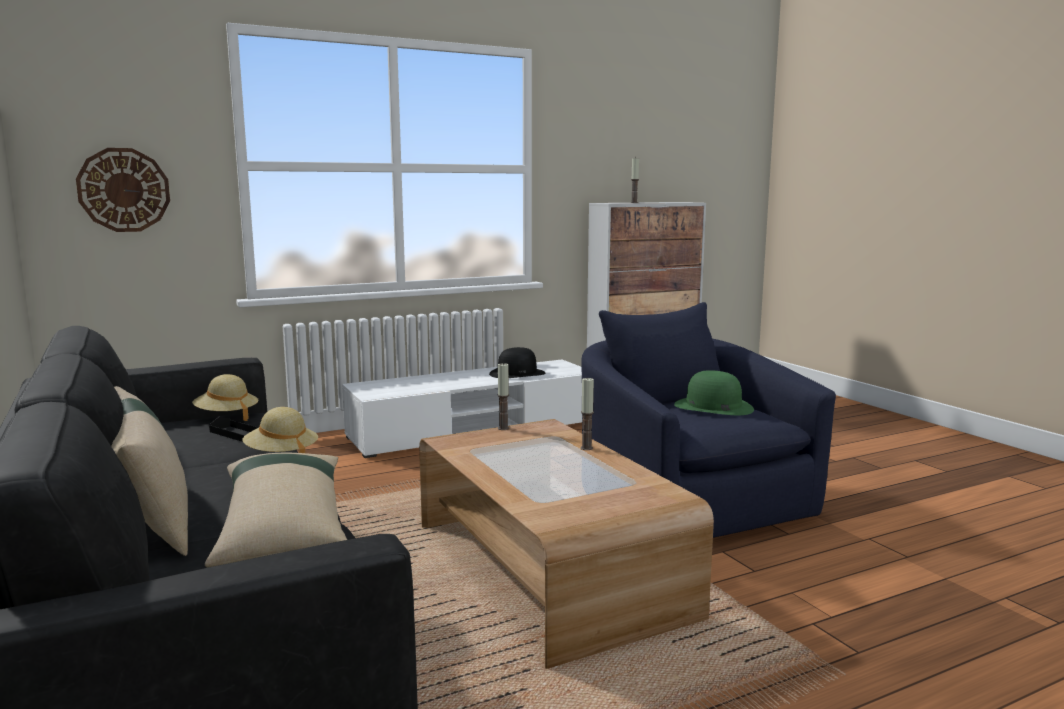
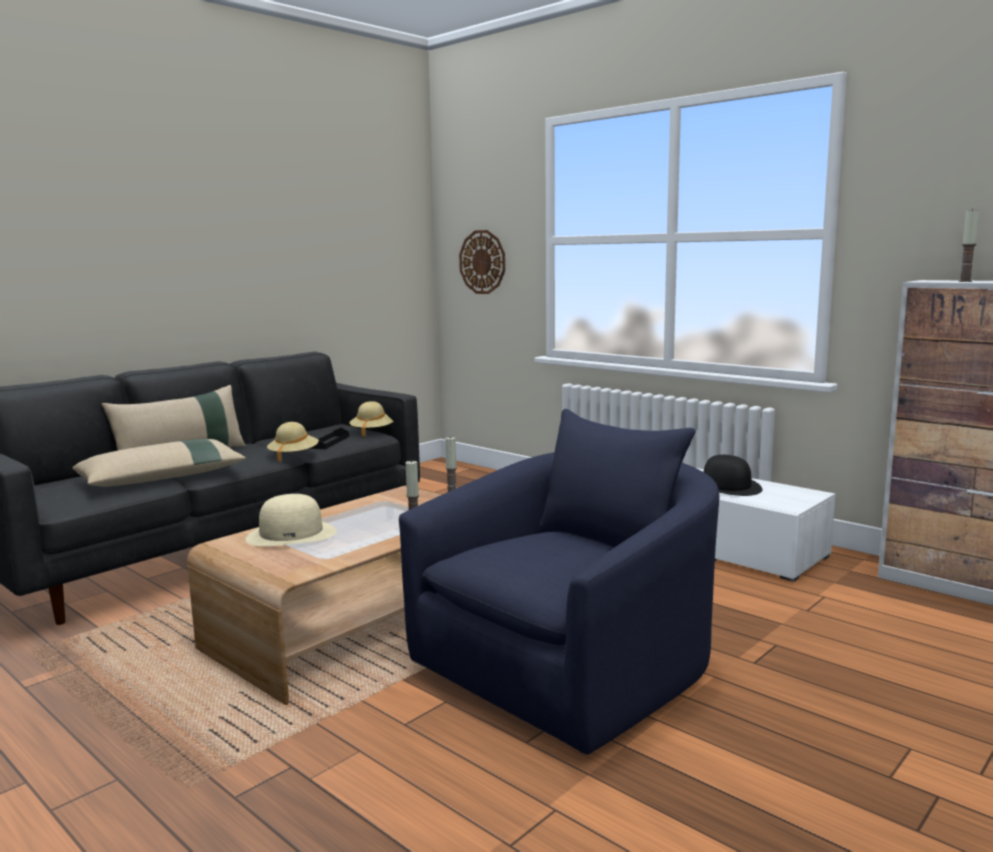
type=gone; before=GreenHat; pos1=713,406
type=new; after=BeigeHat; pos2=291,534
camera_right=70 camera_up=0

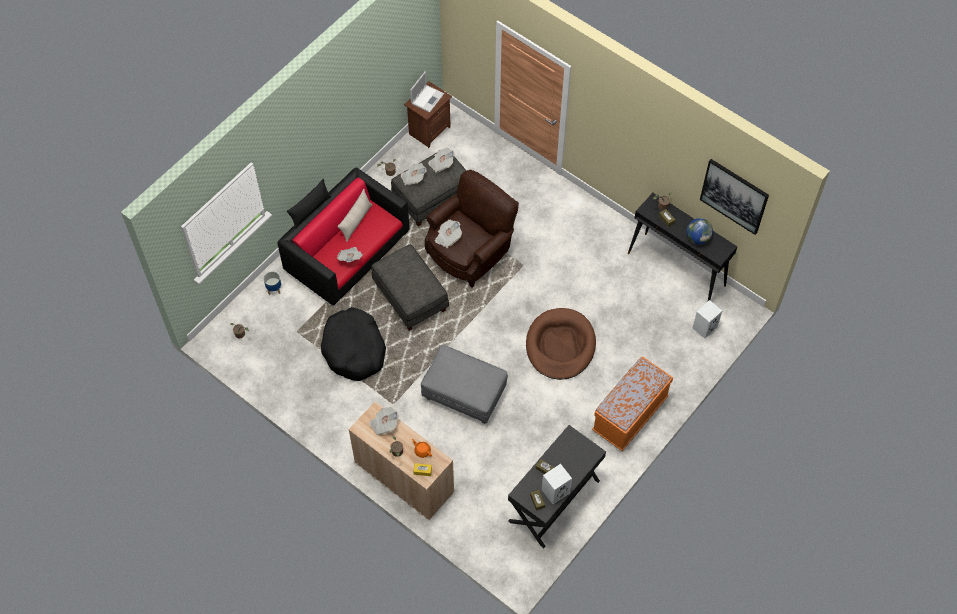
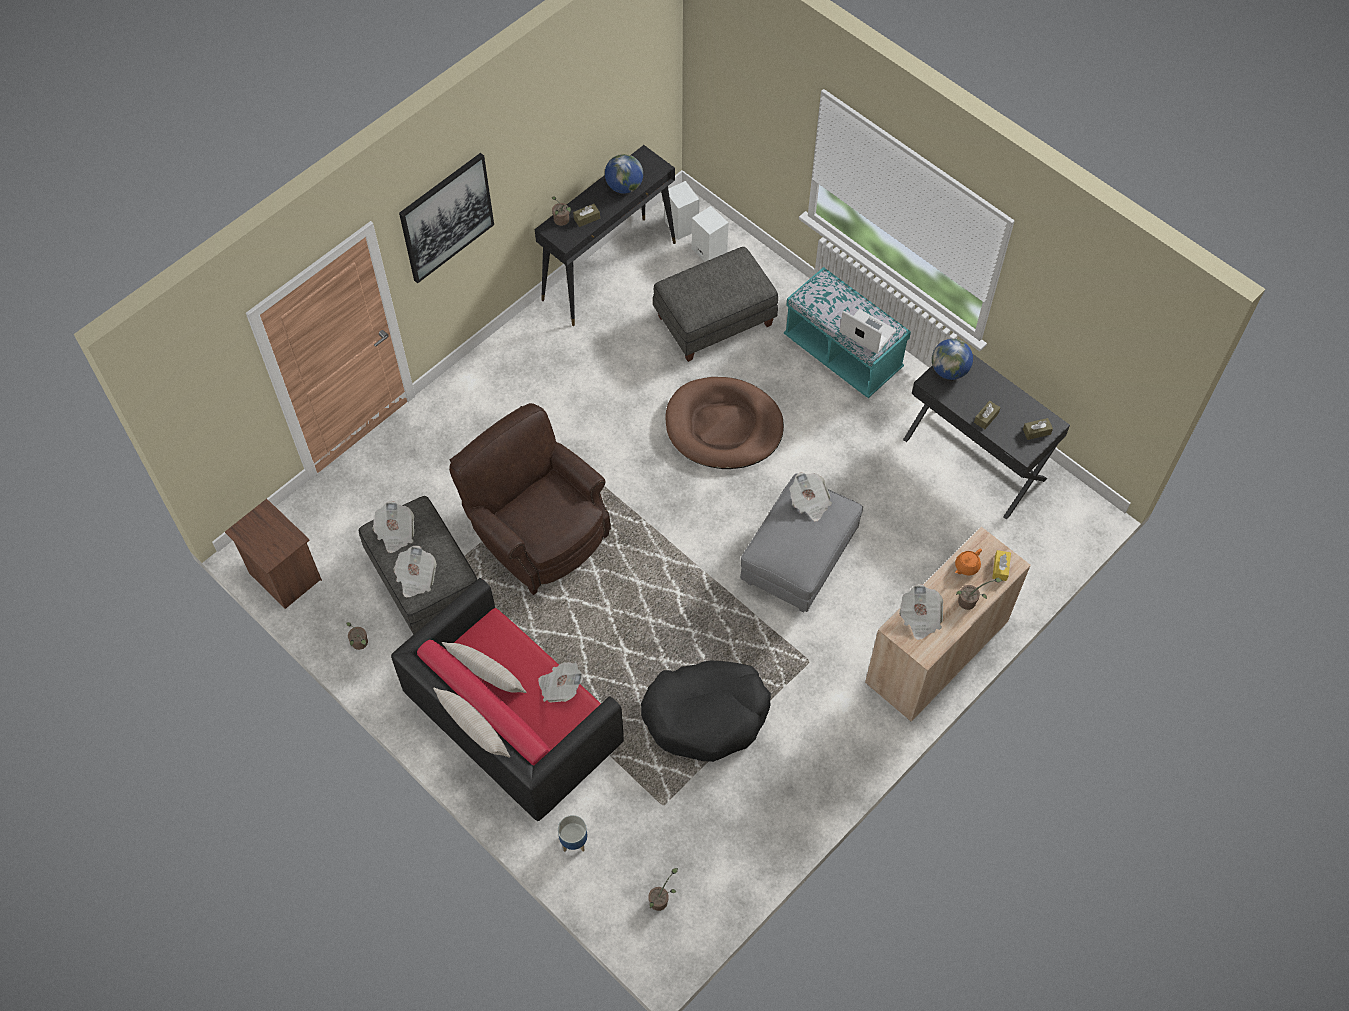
type=repainted; before=BlackPillow; after=BeigePillow; pos1=310,210; pos2=474,730
type=shifted; before=GreyOttoman; pos1=409,297; pos2=714,321
type=shifted; before=Laptop; pos1=427,98; pos2=866,332
type=shifted; before=Newspaper; pos1=448,237; pos2=809,502
type=shifted; before=WhiteSpeaker; pos1=555,490; pos2=680,225
type=repainted; before=OrangeBench; after=TurquoiseBench; pos1=630,415; pos2=842,354
type=shifted; before=Picture; pos1=734,196; pos2=446,217
type=new; after=Globe; pos2=949,370
camera_right=-85 camera_up=0

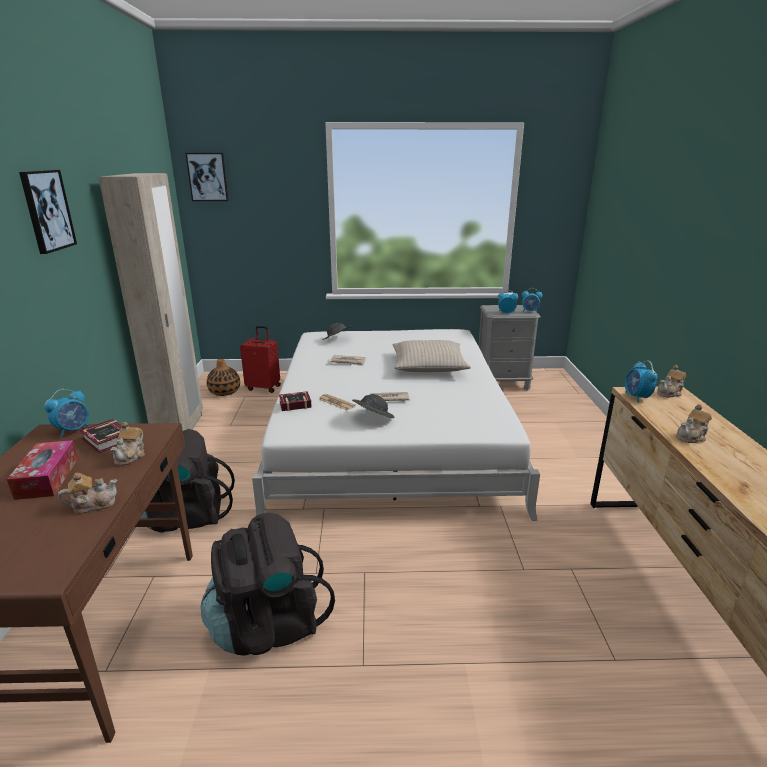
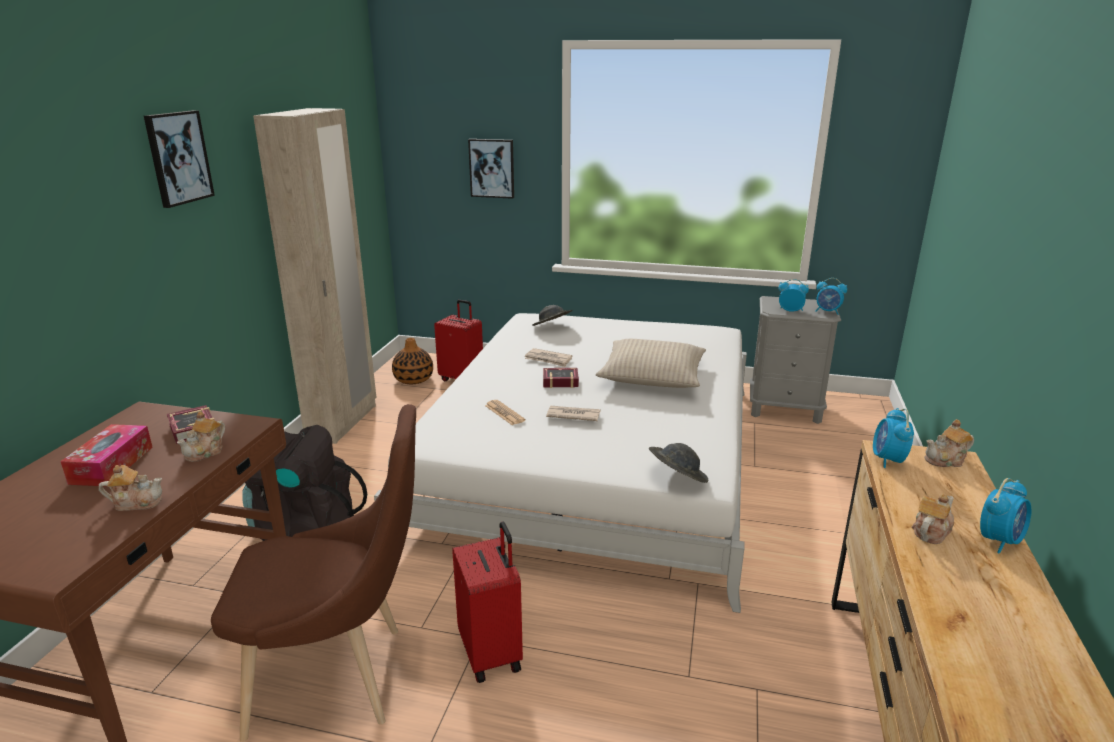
type=shifted; before=AlarmClock; pos1=73,430; pos2=999,540
type=shifted; before=Picture; pos1=207,177; pos2=492,168
type=swapped; before=BlackBackpack; after=BrownChair; pos1=268,624; pos2=339,678
type=shifted; before=Book; pos1=293,404; pos2=558,381
type=shifted; before=GreyHat; pos1=373,418; pos2=676,477
type=rotated; before=Teapot; pos1=692,437; pos2=930,532; turn=150
type=new; after=RedSuitcase; pos2=492,653
camera_right=15 camera_up=0

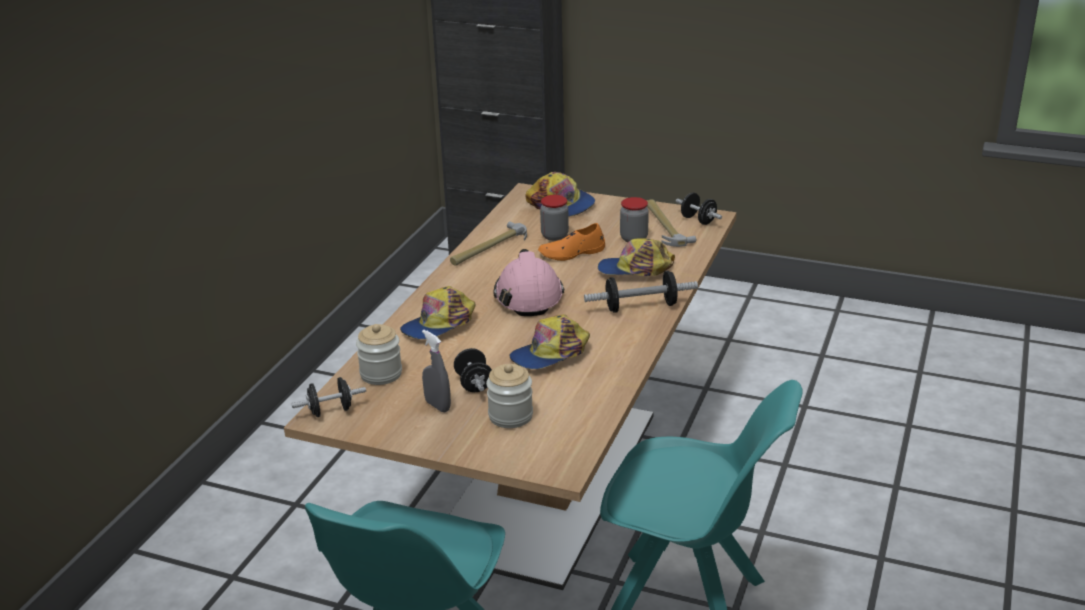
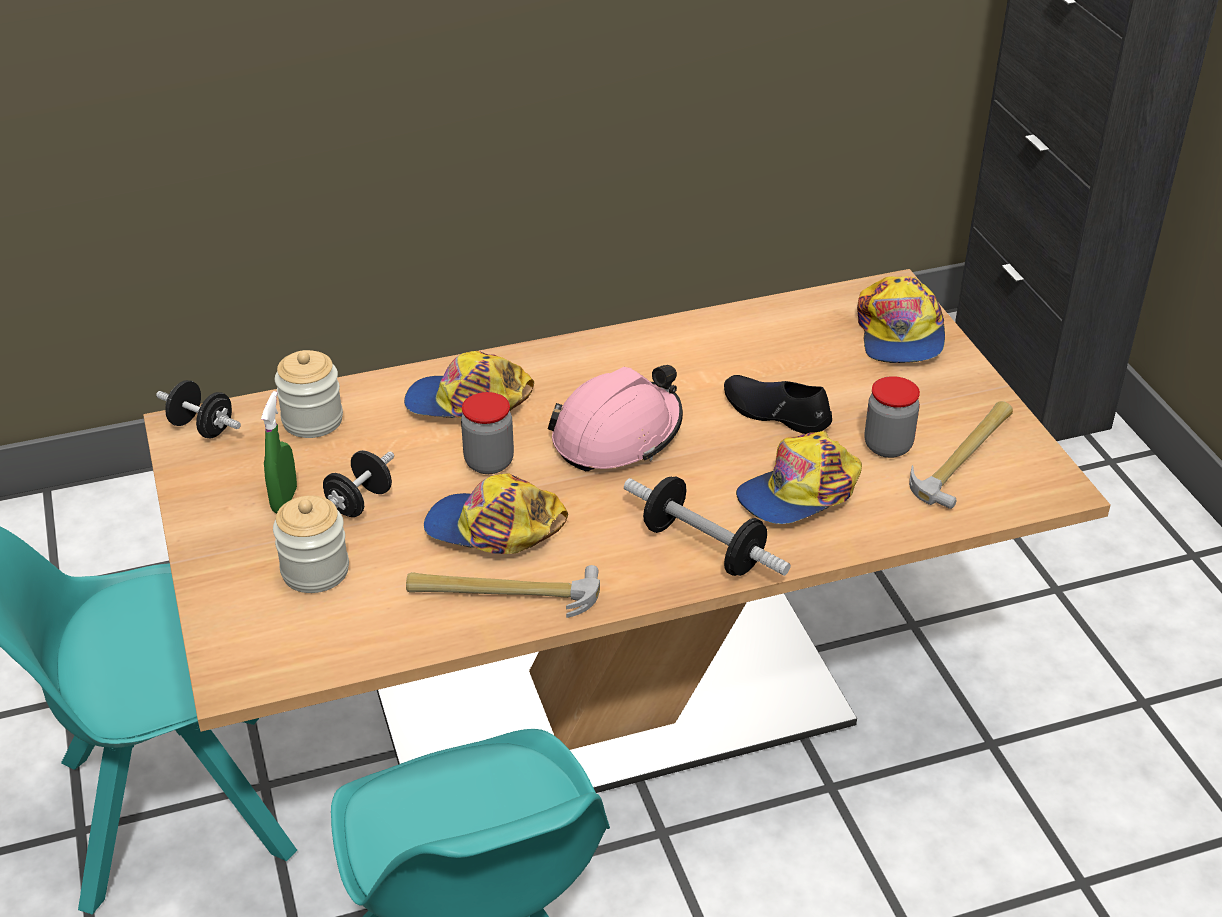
type=repainted; before=GreySprayBottle; after=GreenSprayBottle; pos1=437,406; pos2=284,500
type=shifted; before=Hammer; pos1=489,248; pos2=503,593
type=repainted; before=OrangeShoe; after=BlackShoe; pos1=572,253; pos2=775,412
type=shifted; before=Jar; pos1=554,236; pos2=489,462
type=rotated; before=Cap; pos1=635,270; pos2=799,492; turn=-90
type=gone; before=BlackDumbbell; pos1=698,220
camera_right=50 camera_up=10

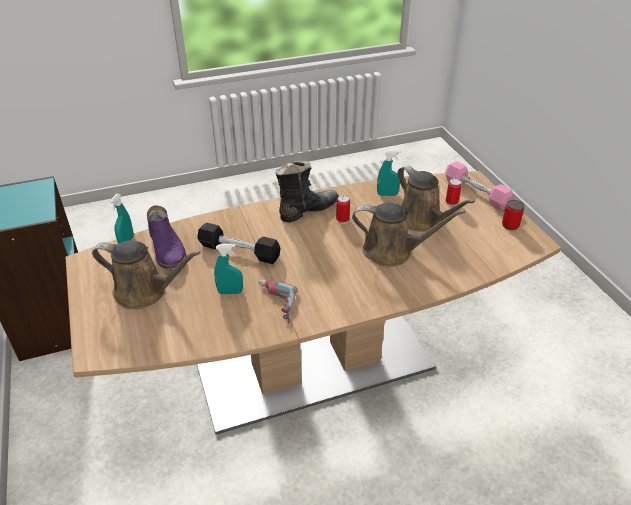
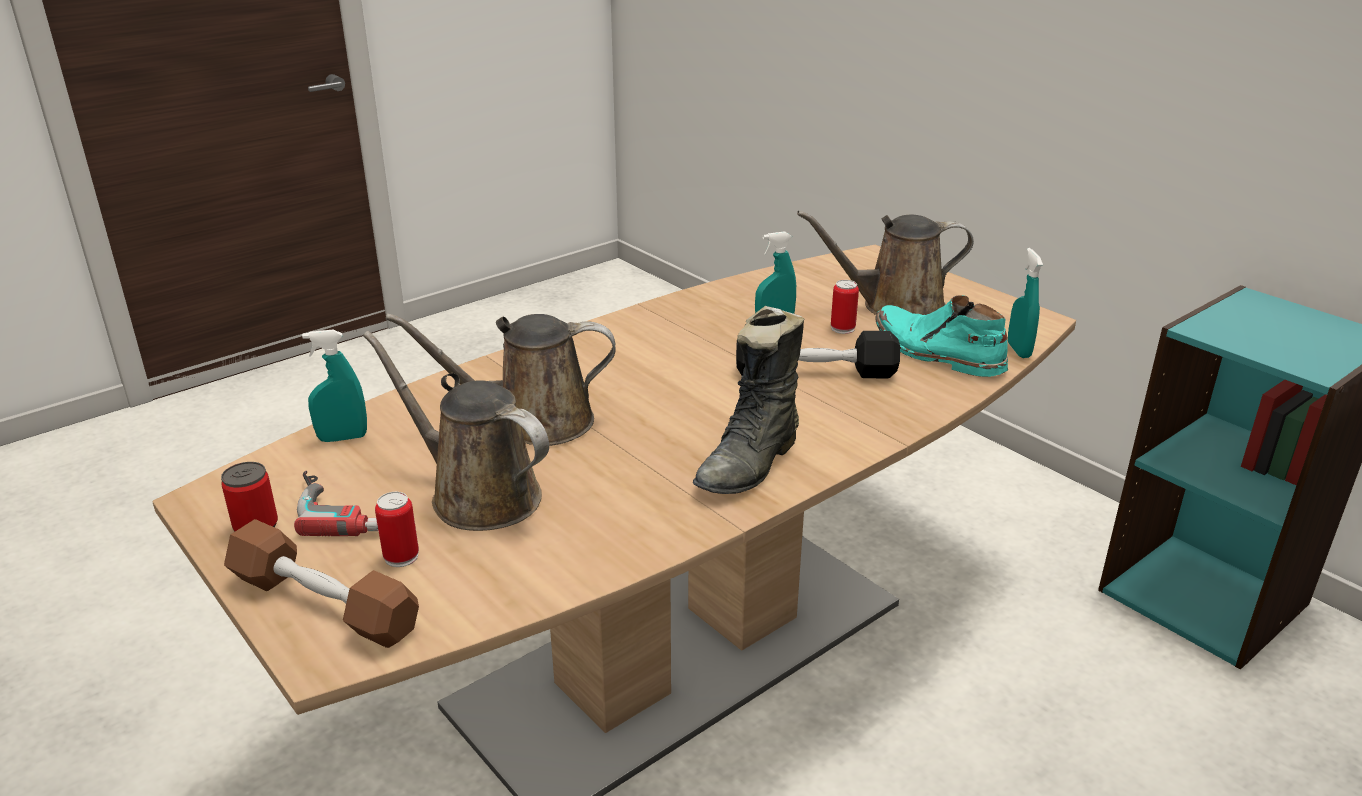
type=repainted; before=PurpleBoot; after=TurquoiseBoot; pos1=168,250; pos2=936,353
type=shifted; before=PowerDrill; pos1=274,304; pos2=344,508
type=shifted; before=Can; pos1=342,220; pos2=842,328
type=shifted; before=TurquoiseSprayBottle; pos1=387,194; pos2=343,438
type=repainted; before=PinkDumbbell; after=BrownDumbbell; pos1=476,193; pos2=324,604
camera_right=160 camera_up=-10

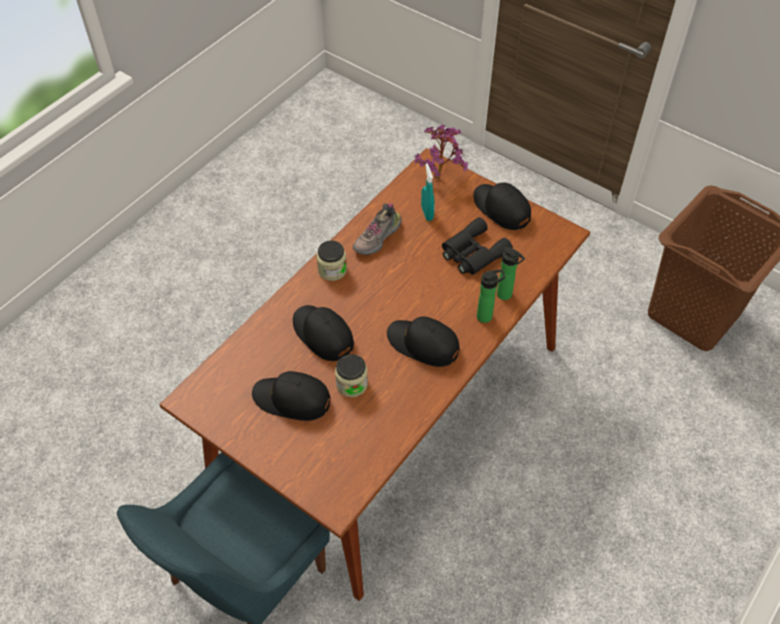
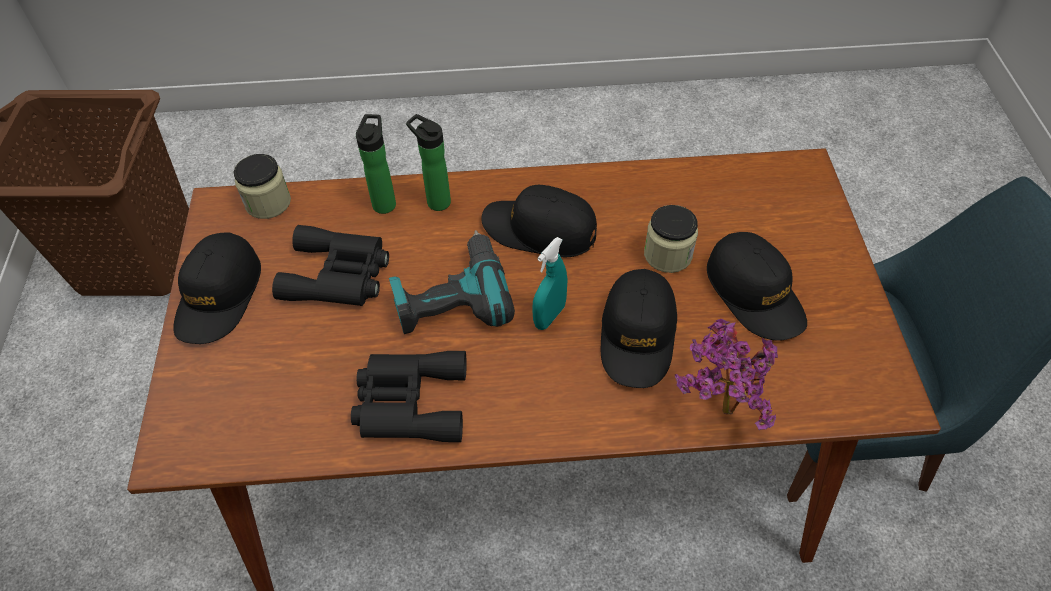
type=shifted; before=Jar; pos1=332,270; pos2=268,203
type=swapped; before=Shoe; after=BlackBinoculars; pos1=377,238; pos2=408,401
type=rotated; before=BlackCap; pos1=423,344; pos2=539,230; turn=120
type=shifted; before=PottedPlant; pos1=440,176; pos2=717,411
type=shifted; before=TurquoiseSprayBottle; pos1=427,213; pos2=549,316
type=new; after=PowerDrill; pos2=451,296
camera_right=-130 camera_up=0

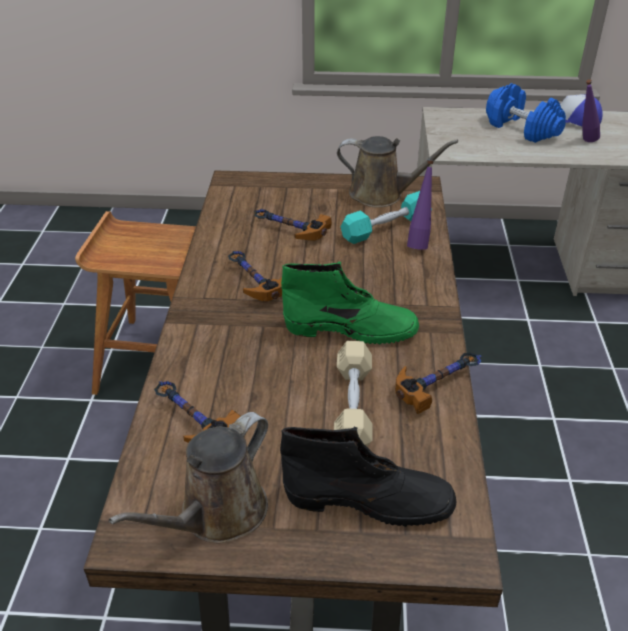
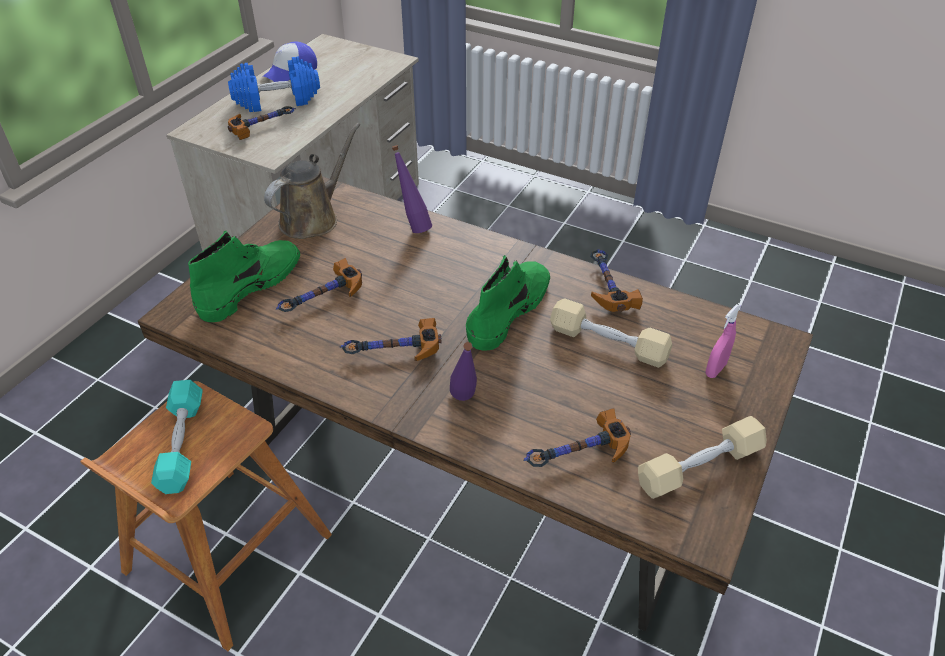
type=swapped; before=BrownWateringCan; after=BeigeDumbbell; pos1=217,514; pos2=699,467
type=swapped; before=BlackBoot; after=PinkSprayBottle; pos1=370,500; pos2=715,369
type=shifted; before=TurquoiseDumbbell; pos1=386,228; pos2=182,444
type=shifted; before=PurpleBottle; pos1=584,142; pos2=464,403
type=new; after=GreenBoot; pos2=251,286
type=new; after=Hammer; pos2=263,126
camera_right=-65 camera_up=5

